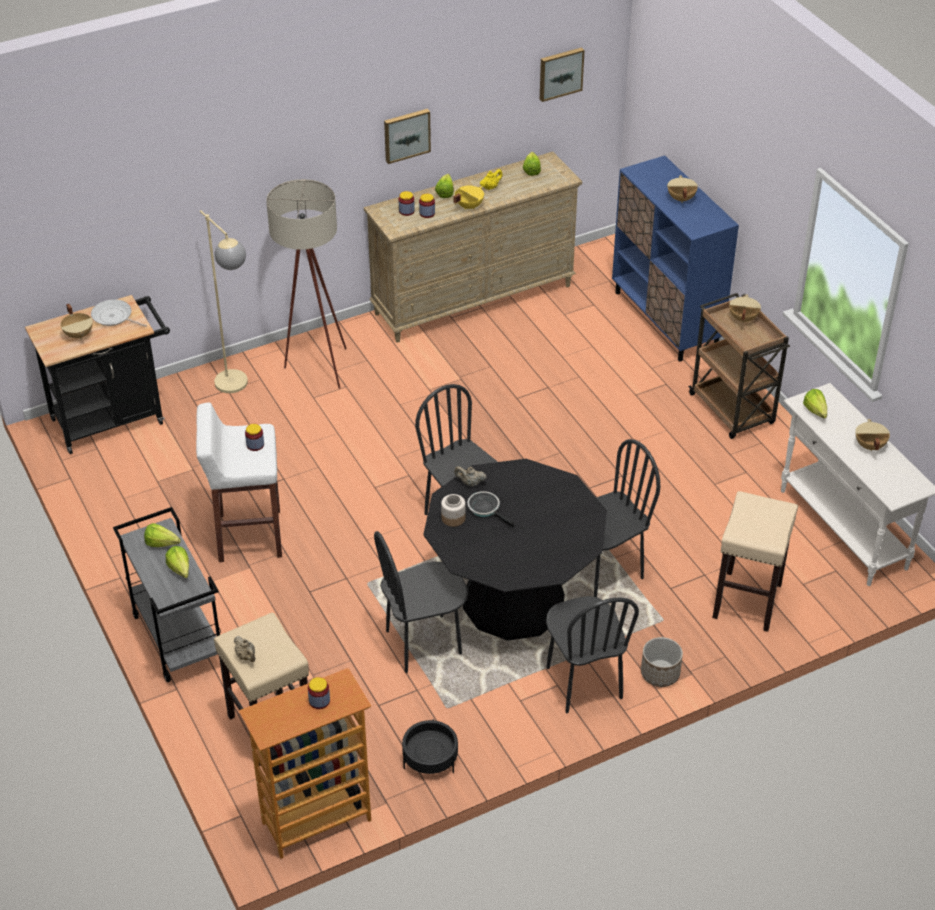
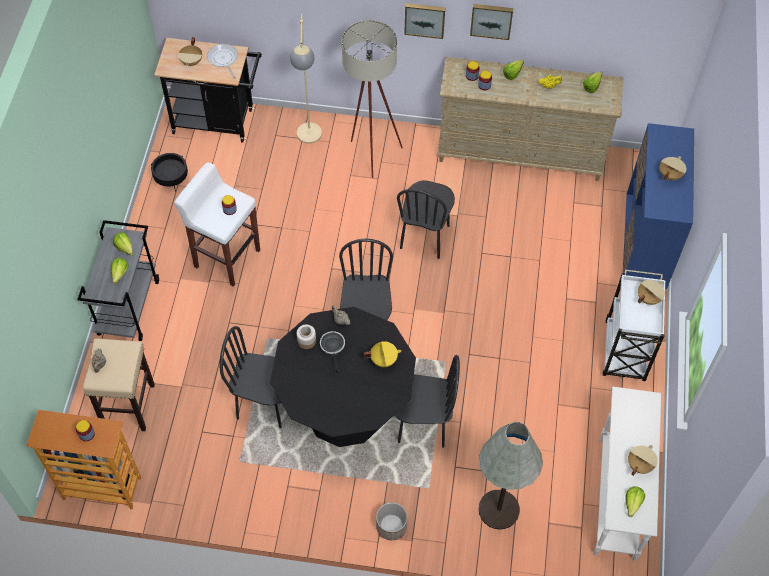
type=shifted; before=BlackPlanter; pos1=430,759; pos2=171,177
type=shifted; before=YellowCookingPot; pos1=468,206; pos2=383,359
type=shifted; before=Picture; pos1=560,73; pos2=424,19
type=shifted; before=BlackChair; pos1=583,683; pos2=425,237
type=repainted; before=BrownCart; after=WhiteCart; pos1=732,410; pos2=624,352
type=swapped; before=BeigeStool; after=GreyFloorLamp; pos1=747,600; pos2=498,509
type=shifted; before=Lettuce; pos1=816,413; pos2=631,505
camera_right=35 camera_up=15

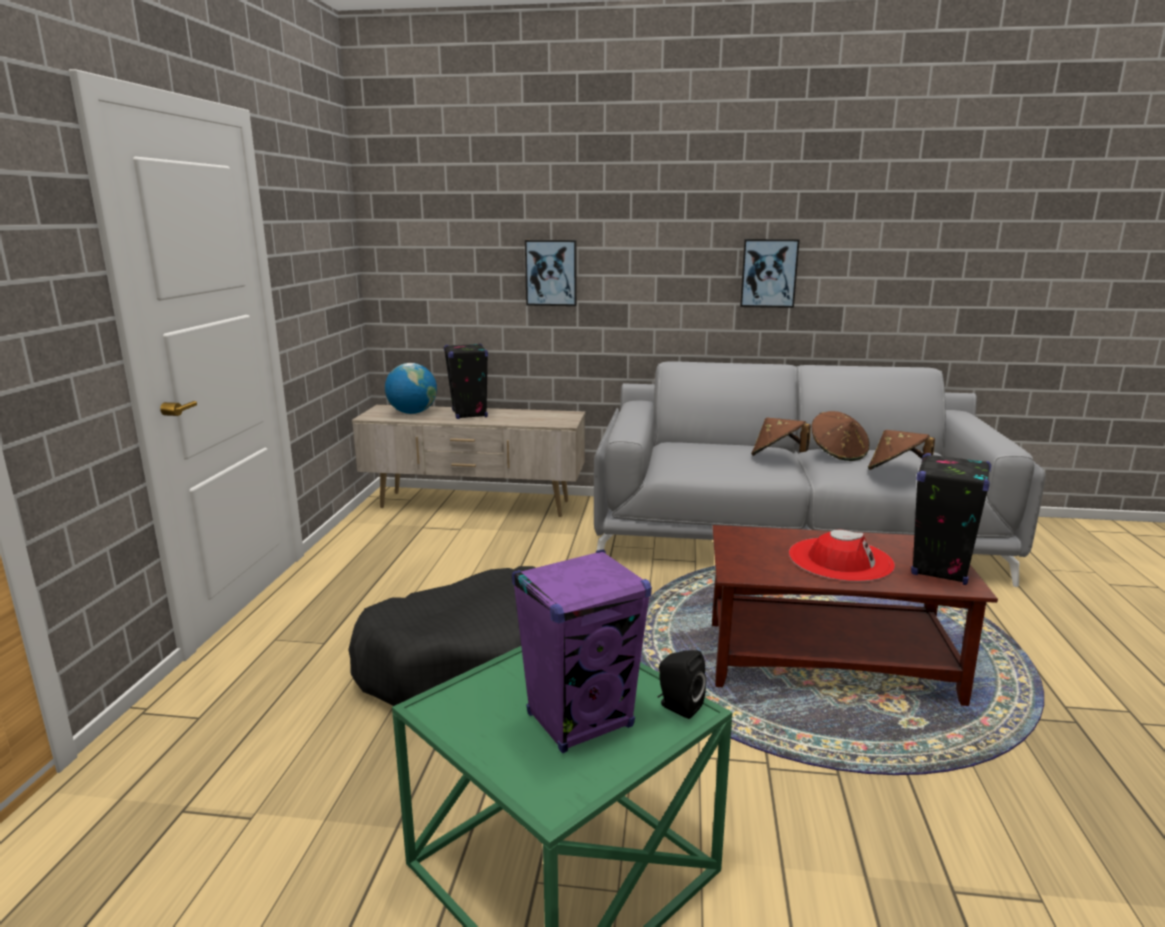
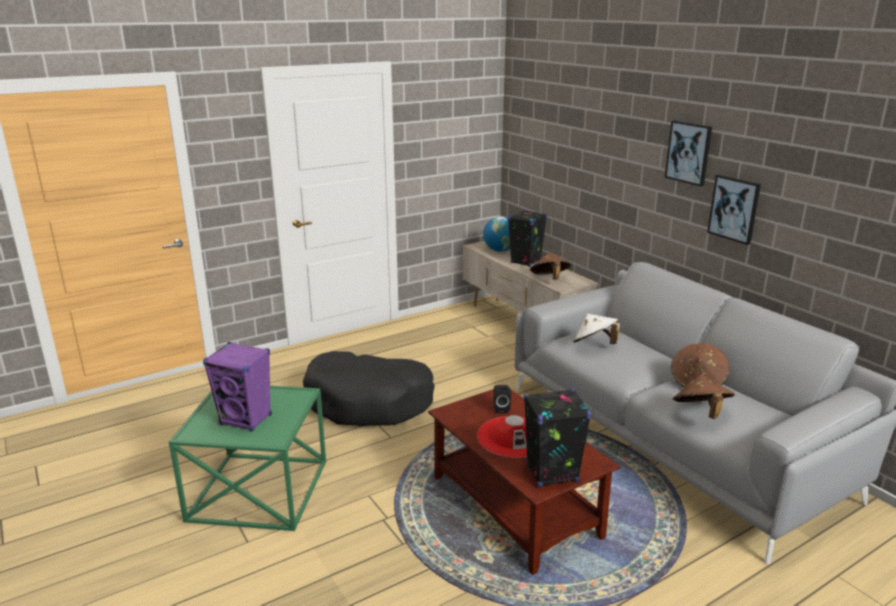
type=shifted; before=Picture; pos1=551,273; pos2=689,152
type=shifted; before=BlackSpeaker; pos1=678,706; pos2=500,408
type=shifted; before=BrownHat; pos1=777,457; pos2=549,279
type=new; after=WhiteHat; pos2=594,344
camera_right=50 camera_up=5

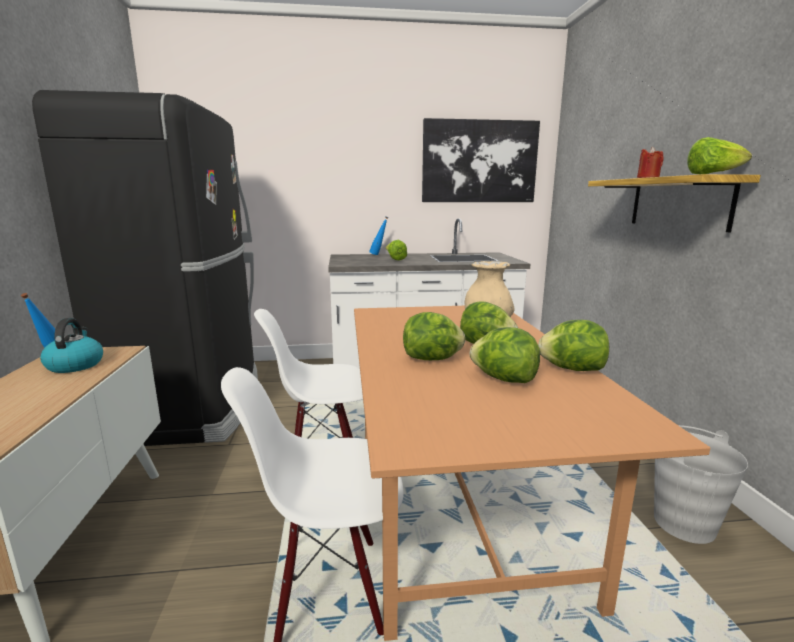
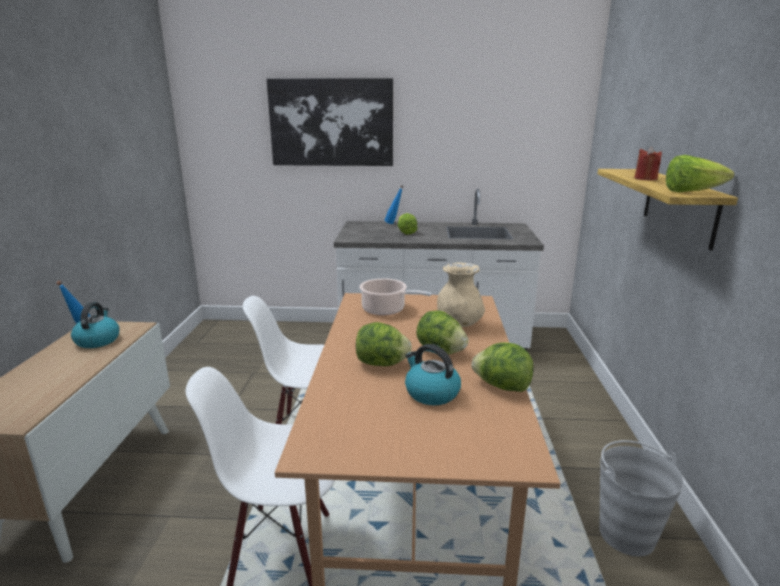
type=gone; before=BlackFridge; pos1=195,405
type=shifted; before=Picture; pos1=479,162; pos2=331,123
type=swapped; before=Lettuce; after=Kettle; pos1=503,379; pos2=431,393
type=new; after=CookingPot; pos2=386,310
camera_right=10 camera_up=5

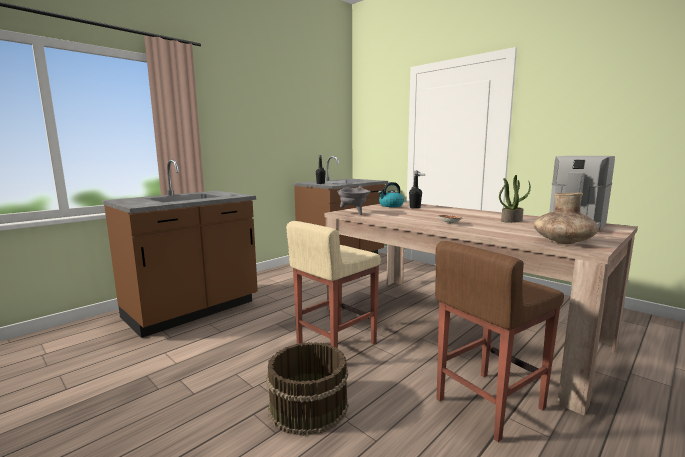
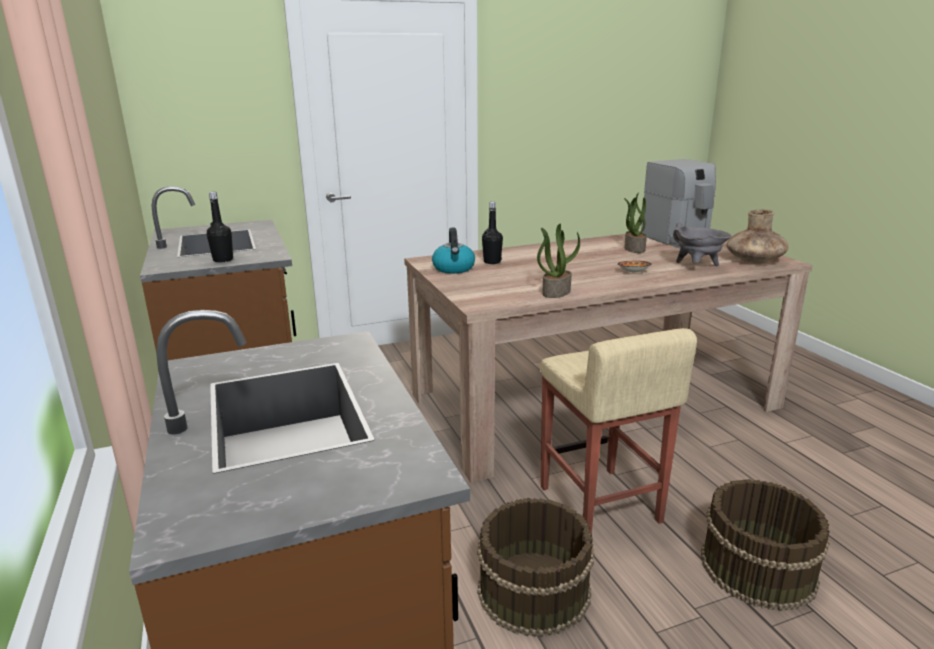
type=shifted; before=GreyCookingPot; pos1=354,213; pos2=697,267
type=gone; before=BrownStool; pos1=488,404
type=new; after=BrownBucket; pos2=532,590
type=new; after=PottedPlant; pos2=556,292
camera_right=-65 camera_up=10

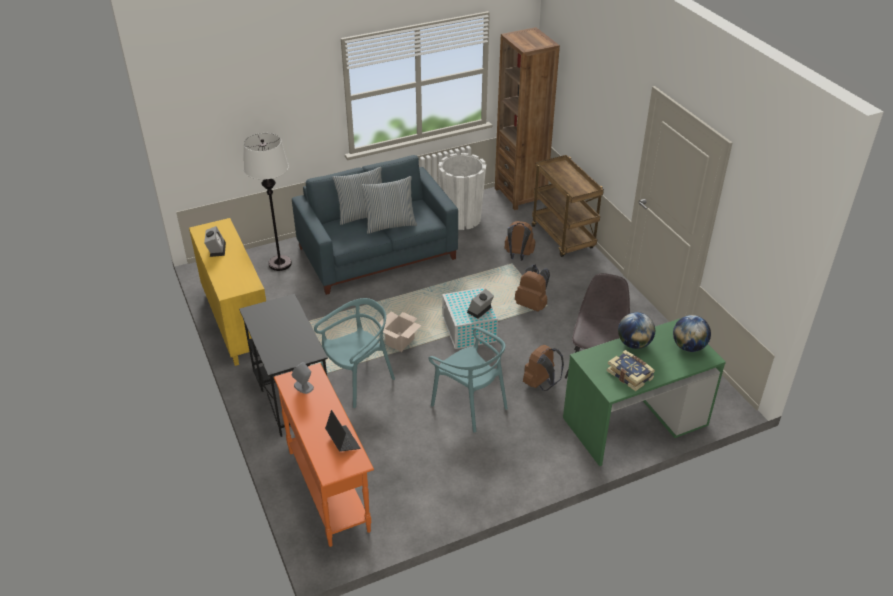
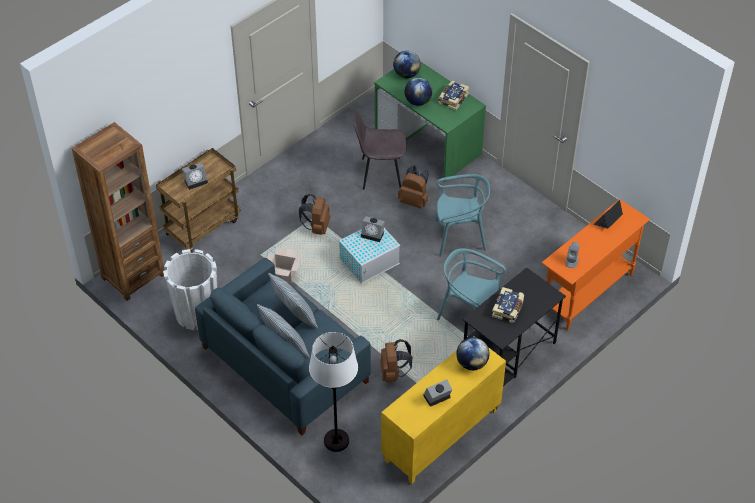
type=shifted; before=CardboardBox; pos1=400,342; pos2=284,275
type=rotated; before=TurquoiseChair; pos1=470,405; pos2=459,237; turn=60
type=shifted; before=BrownBackpack; pos1=518,256; pos2=393,373
type=new; after=AlarmClock; pos2=196,181
type=new; after=Globe; pos2=472,363
type=new; after=Book; pos2=508,309
camera_right=-110 camera_up=10

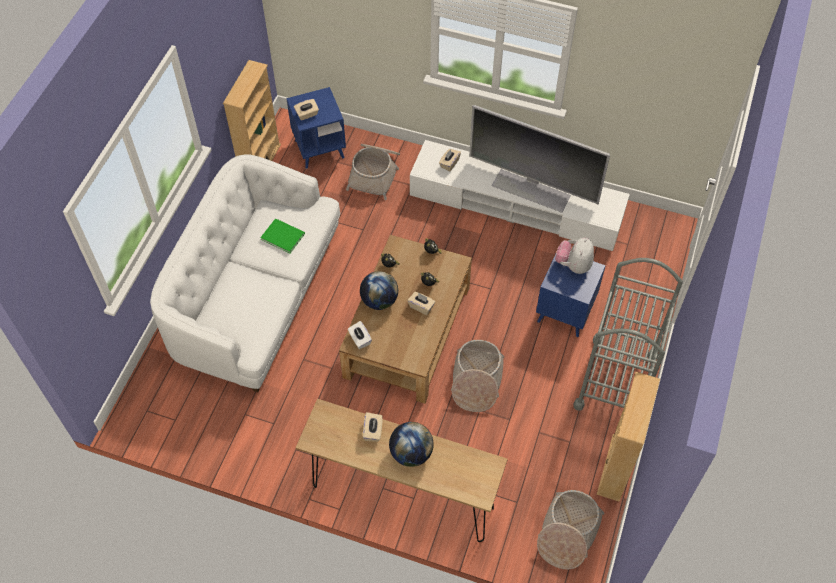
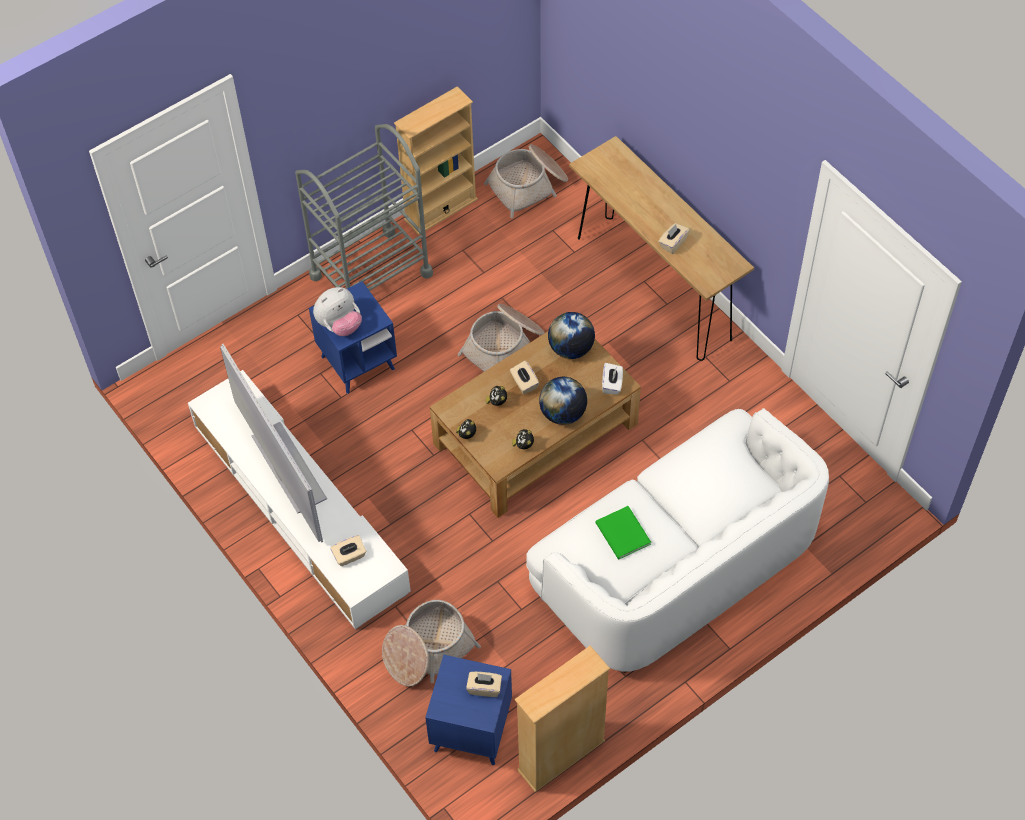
type=shifted; before=Globe; pos1=411,453; pos2=571,349
camera_right=-145 camera_up=0

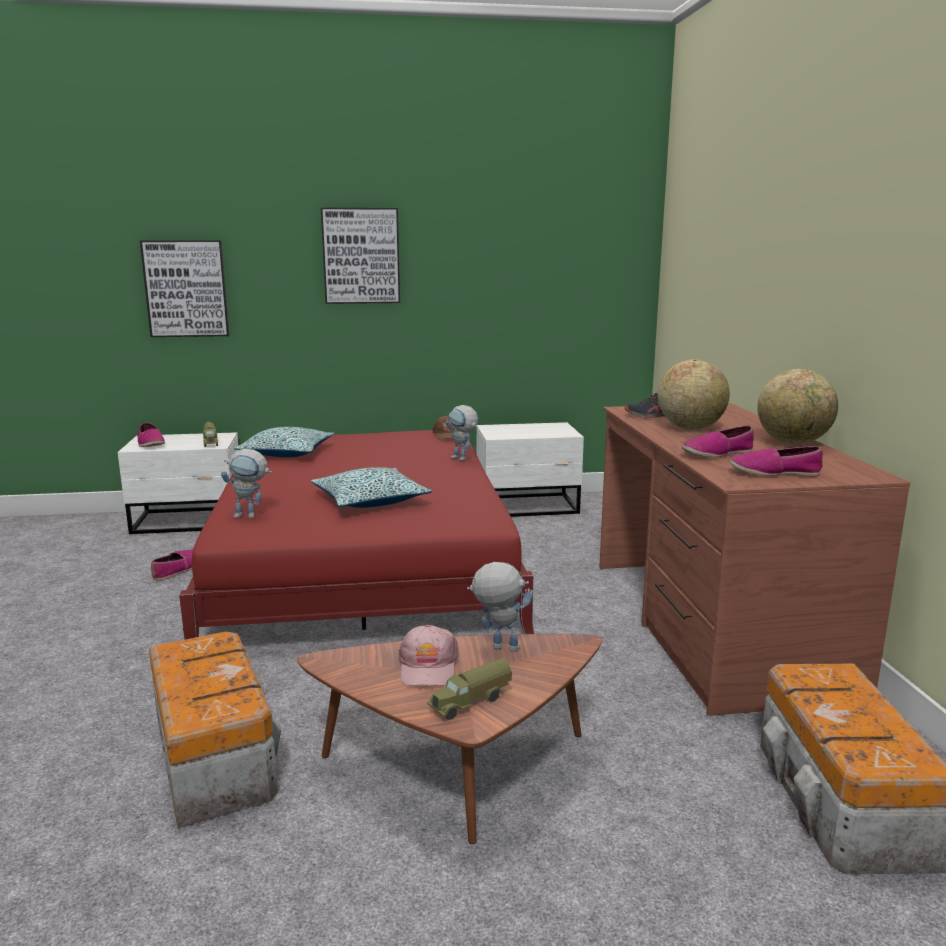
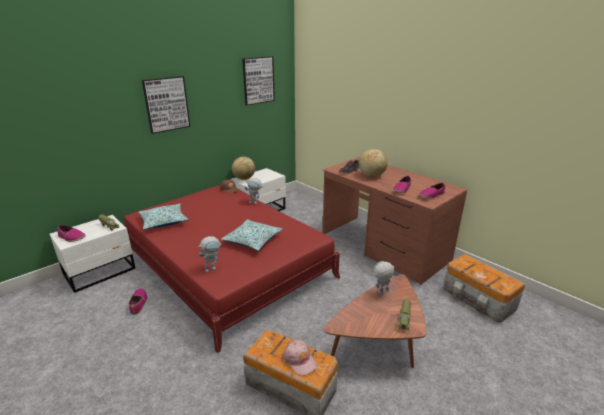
type=shifted; before=Picture; pos1=186,289; pos2=258,80
type=shifted; before=PinkCap; pos1=428,667; pos2=300,360
type=shifted; before=Globe; pos1=793,442; pos2=244,179
camera_right=-35 camera_up=10

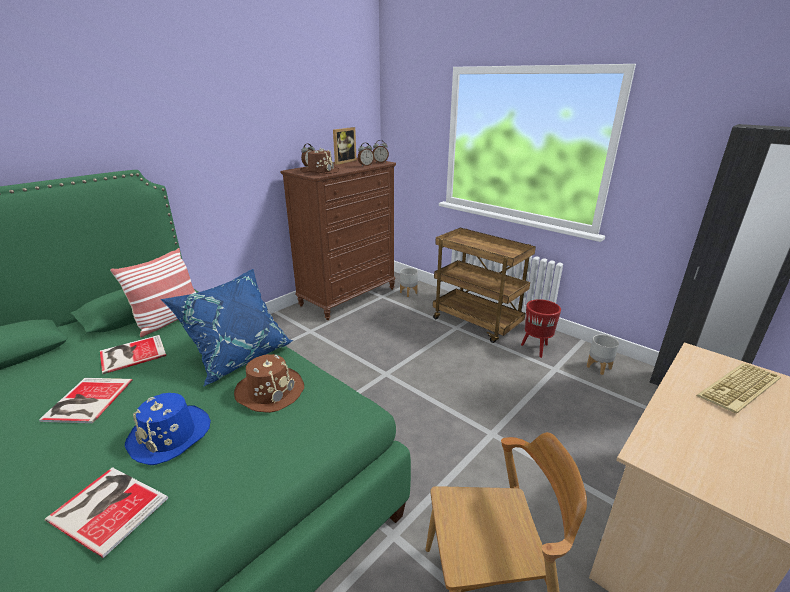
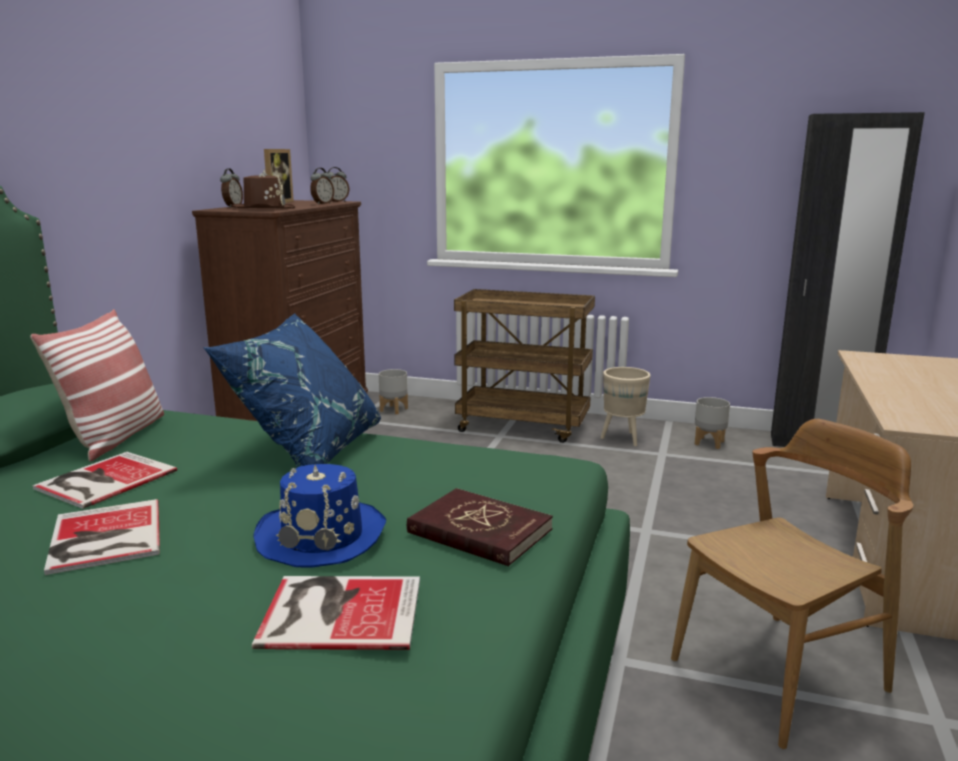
type=gone; before=BrownHat; pos1=269,391
type=repainted; before=RedPlanter; after=BeigePlanter; pos1=536,349; pos2=623,439
type=gone; before=Keyboard; pos1=740,389
type=new; after=RedBook; pos2=479,531
camera_right=-25 camera_up=-10

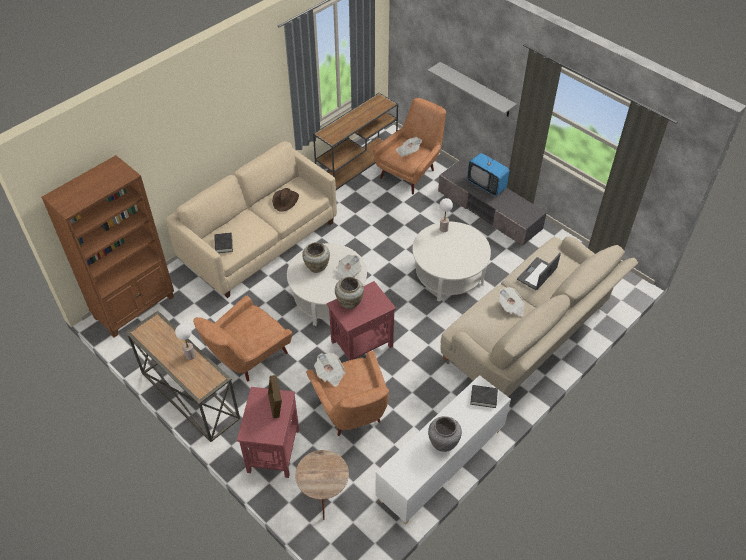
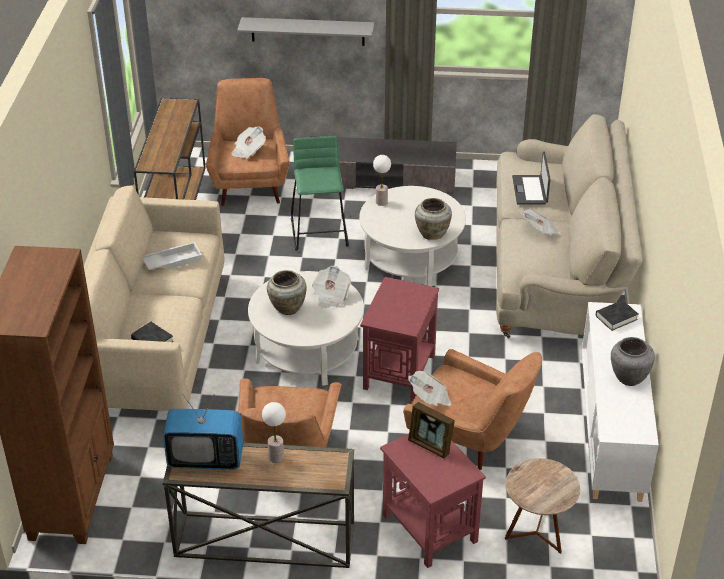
type=swapped; before=BrownHat; after=WhiteTray; pos1=285,201; pos2=172,260
type=shifted; before=BeigeVase; pos1=350,302; pos2=432,233
type=shifted; before=Television; pos1=486,185; pos2=206,458
type=new; after=GreenStool; pos2=320,232
camera_right=-40 camera_up=-10

